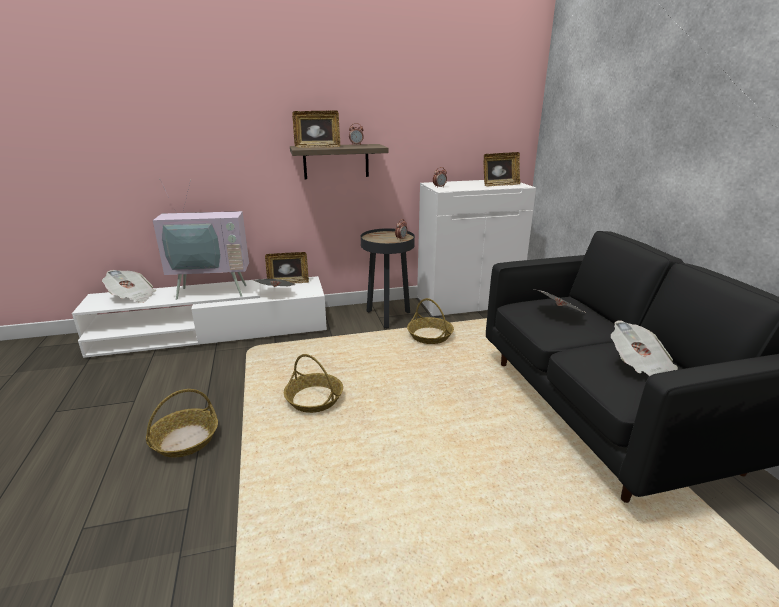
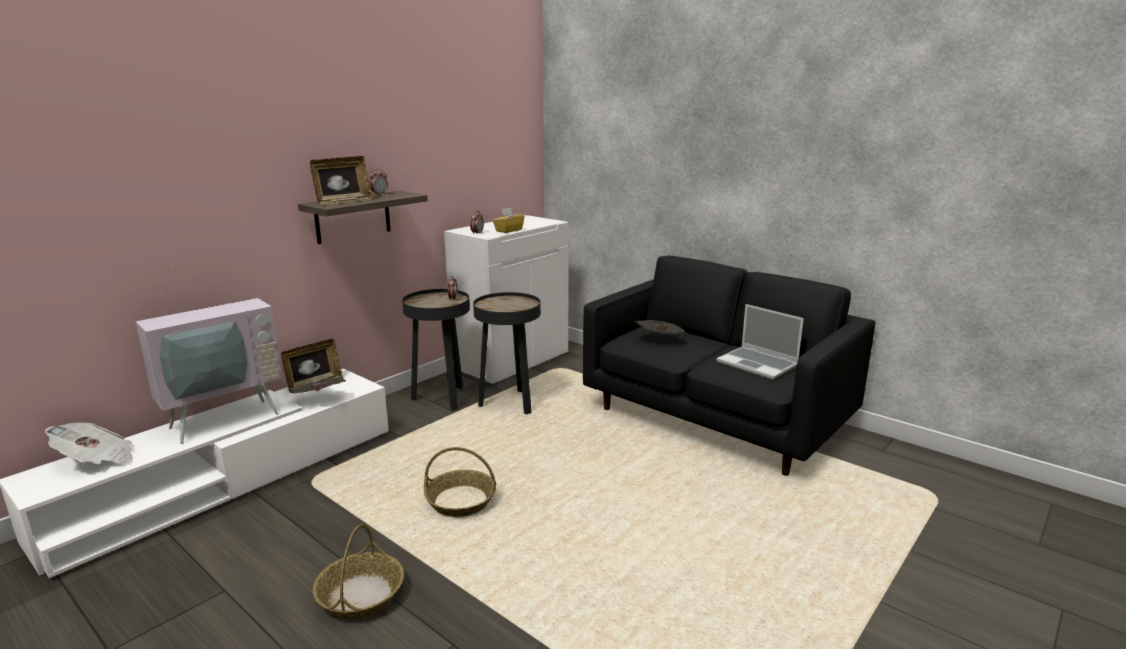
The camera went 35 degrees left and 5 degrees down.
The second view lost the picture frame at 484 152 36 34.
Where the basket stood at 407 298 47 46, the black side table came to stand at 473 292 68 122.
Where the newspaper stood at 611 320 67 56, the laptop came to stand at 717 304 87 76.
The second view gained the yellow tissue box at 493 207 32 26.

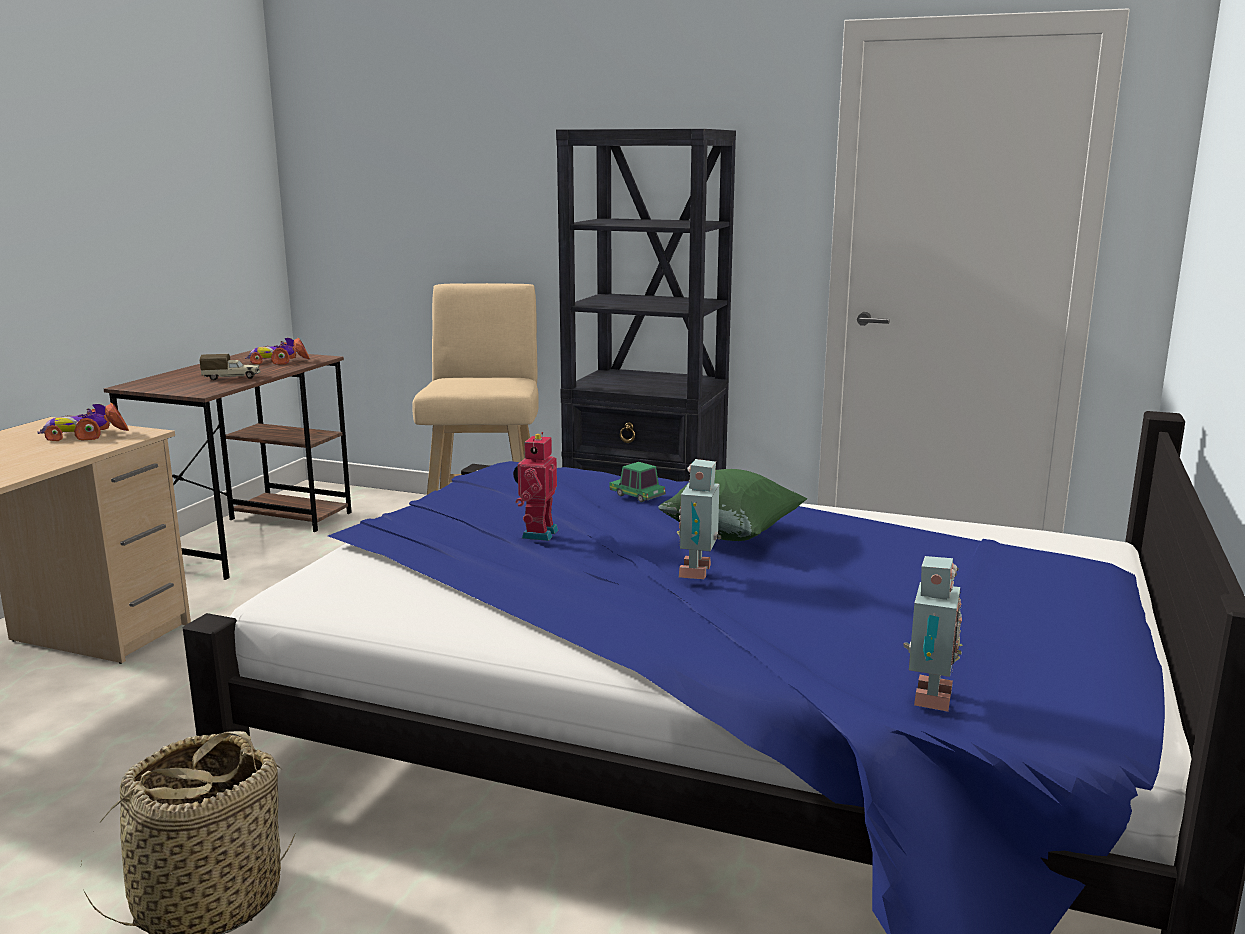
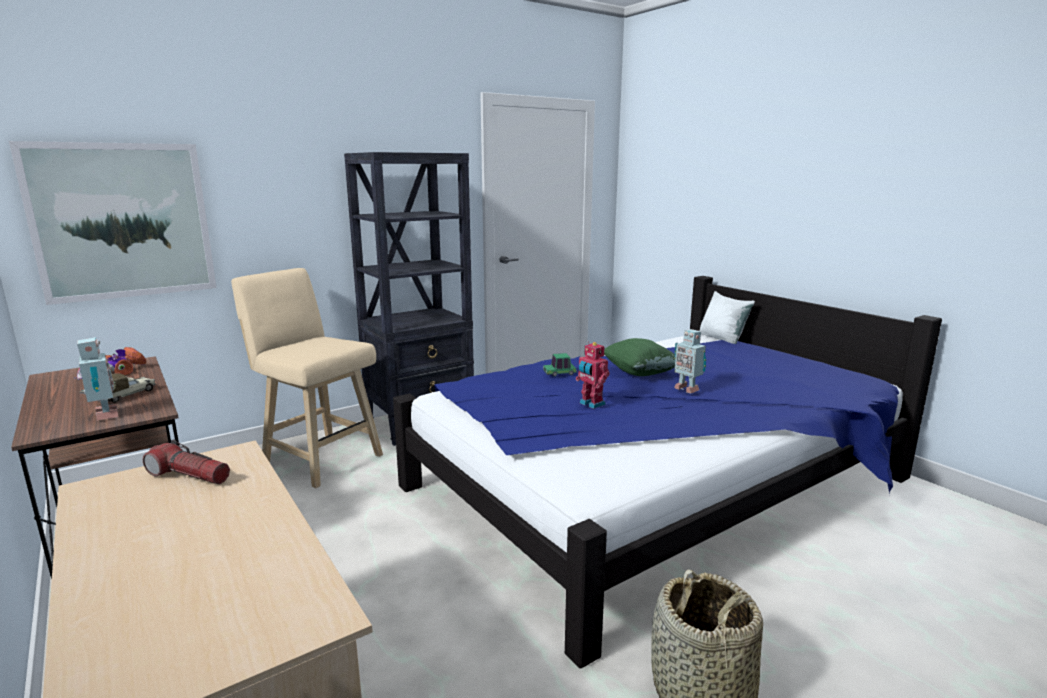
The camera went 55 degrees left and 0 degrees up.
Where the toy car stood at 37 403 92 38, the flashlight came to stand at 143 440 87 44.
The toy robot ended up elsewhere, having gone from 903 556 59 156 to 77 337 41 84.
The second view gained the picture at 9 141 208 164.
The second view gained the white pillow at 700 291 55 53.

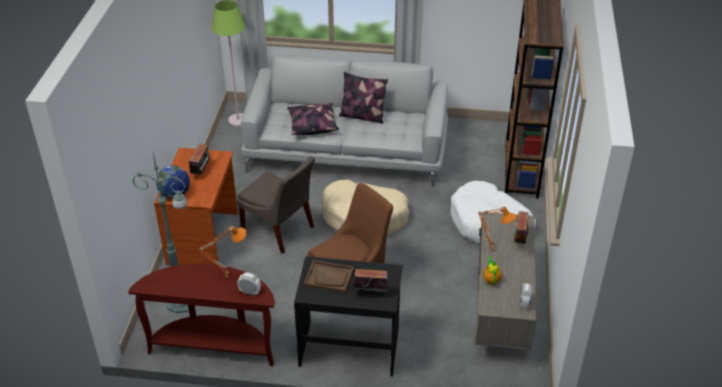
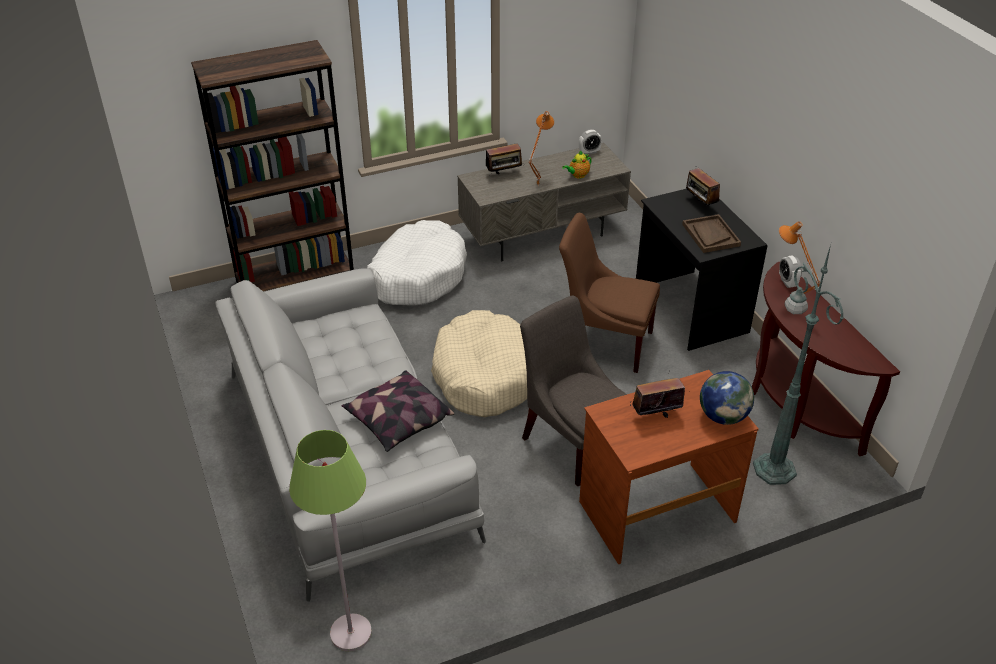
The camera went 120 degrees left and 0 degrees up.
The second view lost the pillow at 339 72 49 52.
The grey chair at 237 156 78 98 ended up facing another way, 45 degrees counterclockwise from before.

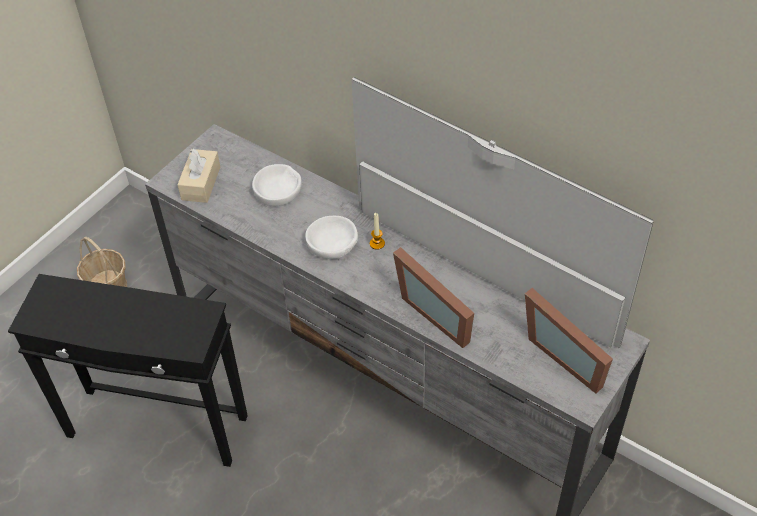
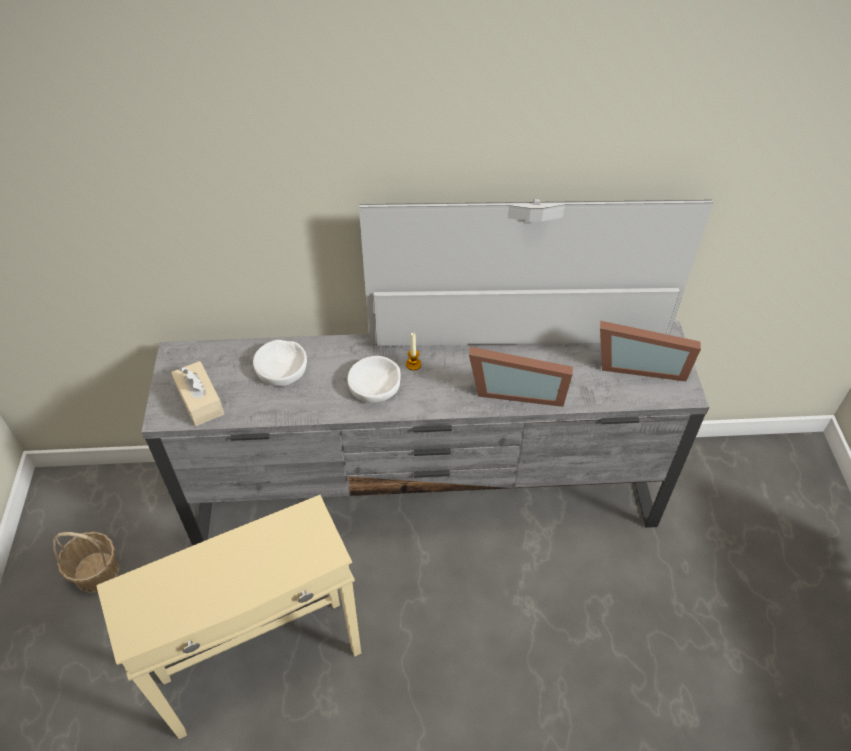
The camera went 40 degrees left and 0 degrees up.
What was the black side table at 8 274 240 193 turned into the beige side table at 96 495 265 244.

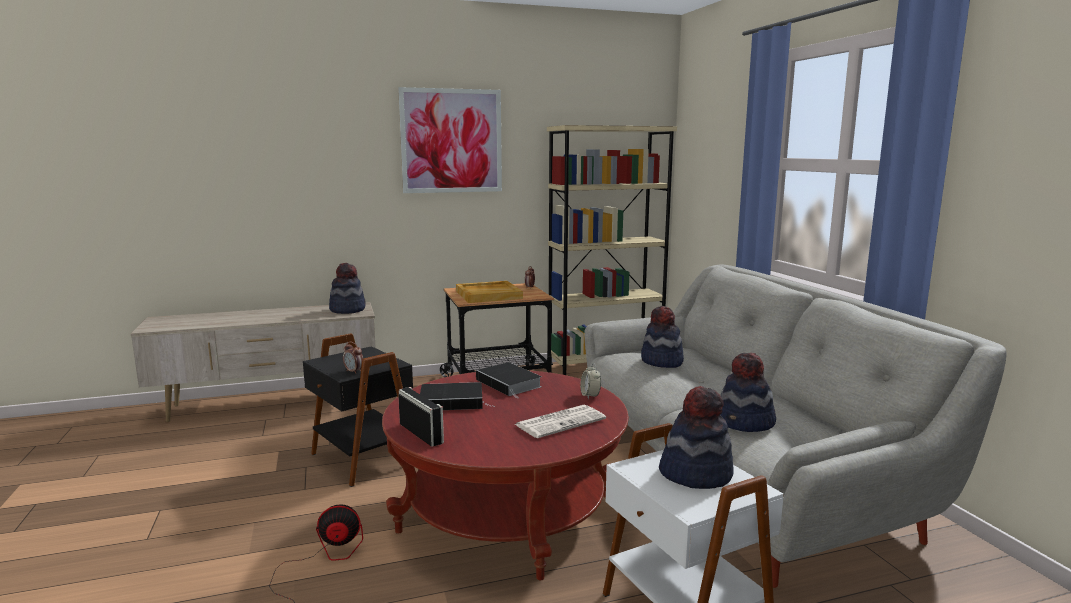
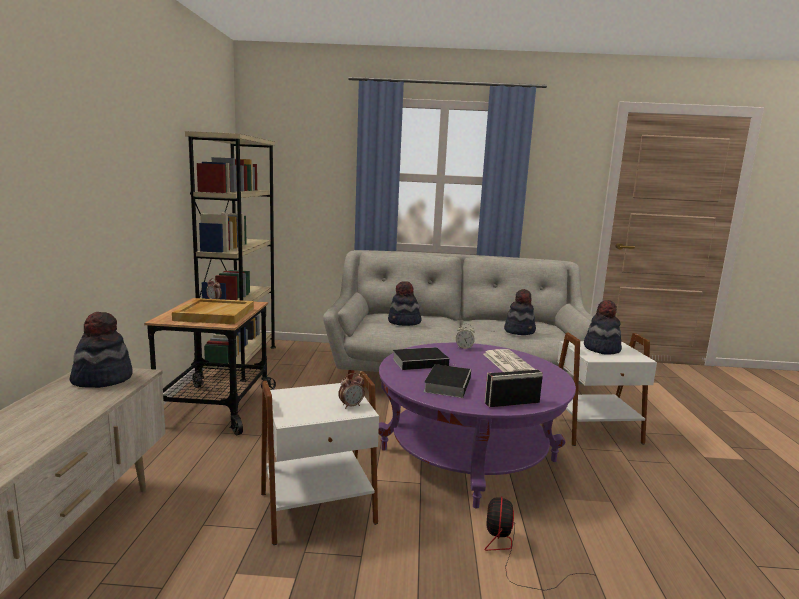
The camera went 70 degrees left and 0 degrees up.
The second view lost the picture at 398 87 104 106.
What was the black side table at 303 333 110 154 turned into the white side table at 261 372 118 173.
What was the red coffee table at 382 370 247 210 turned into the purple coffee table at 378 343 198 166.

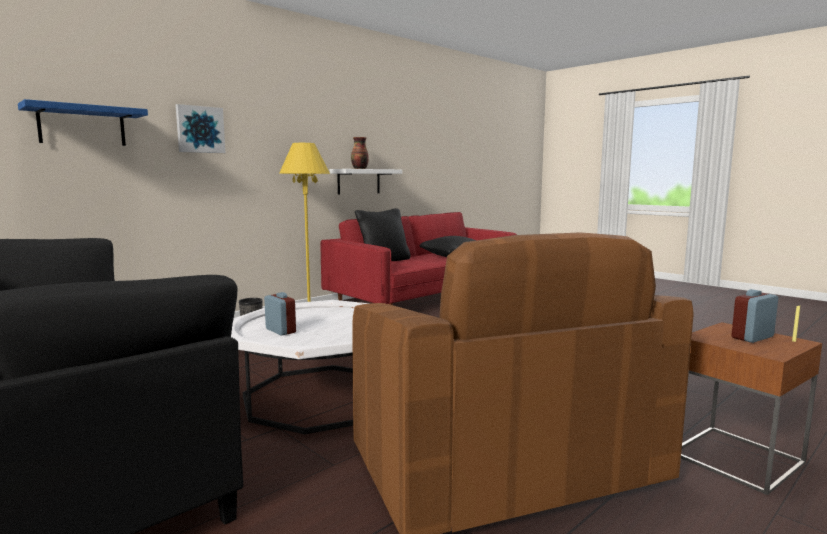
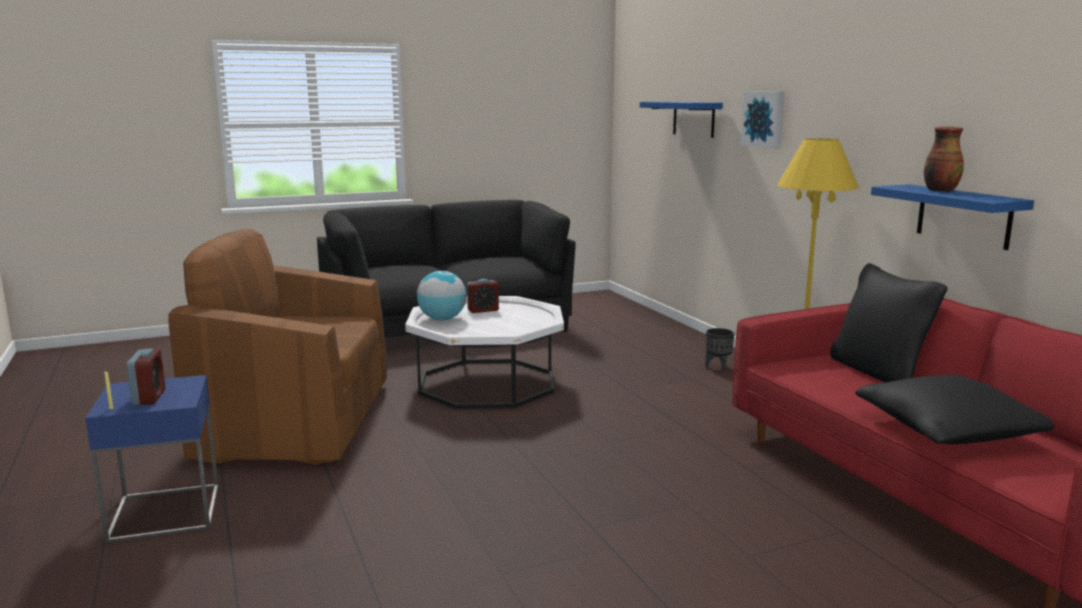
The camera went 110 degrees right and 5 degrees up.
What was the white shelf at 330 169 72 26 turned into the blue shelf at 871 184 163 66.
What was the brown side table at 681 322 141 173 turned into the blue side table at 85 375 133 168.
The second view gained the globe at 417 271 50 49.

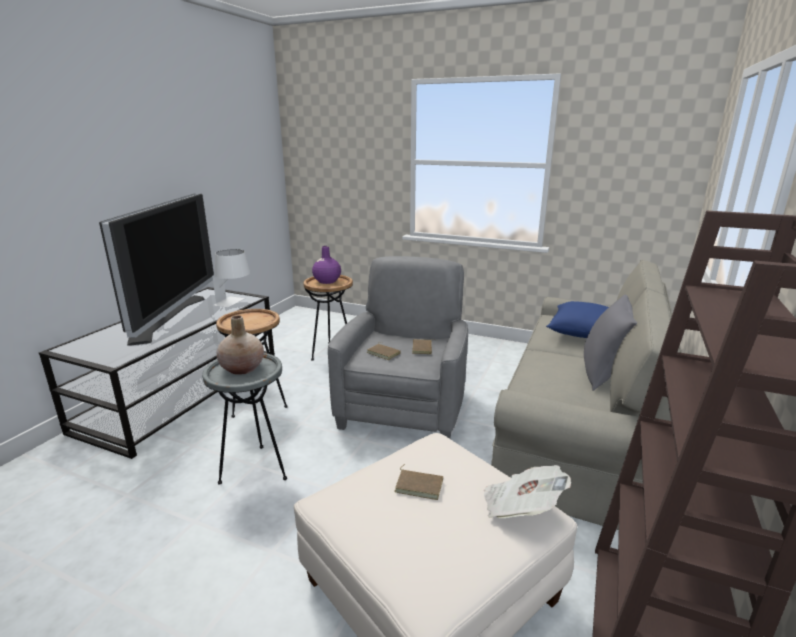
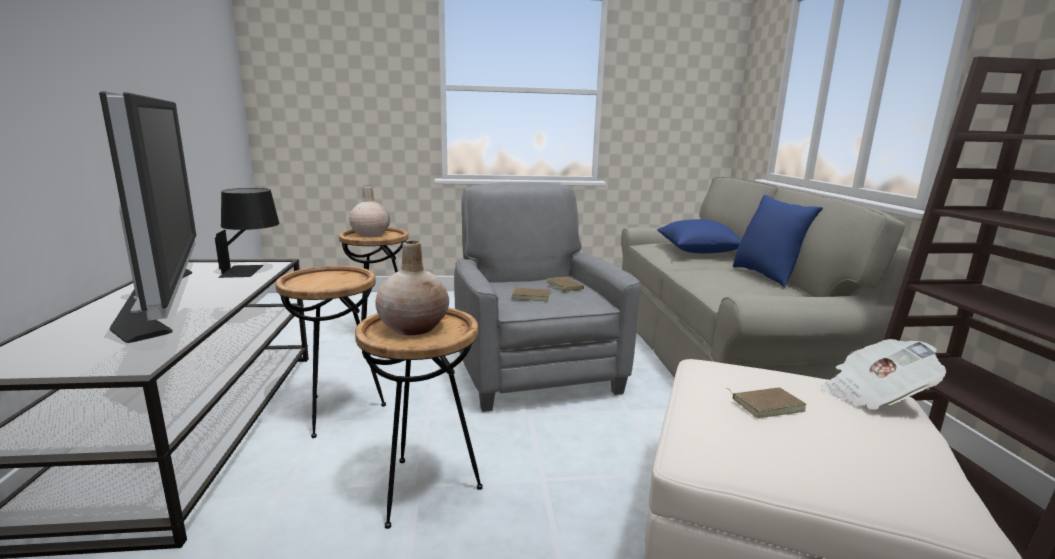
The camera went 30 degrees left and 5 degrees down.
What was the purple vase at 312 246 29 38 turned into the beige vase at 349 185 41 52.
What was the white table lamp at 212 249 38 59 turned into the black table lamp at 215 188 64 90.
What was the grey pillow at 584 295 53 96 turned into the blue pillow at 733 195 90 93.
What was the grey side table at 202 353 85 132 turned into the brown side table at 355 308 128 221.

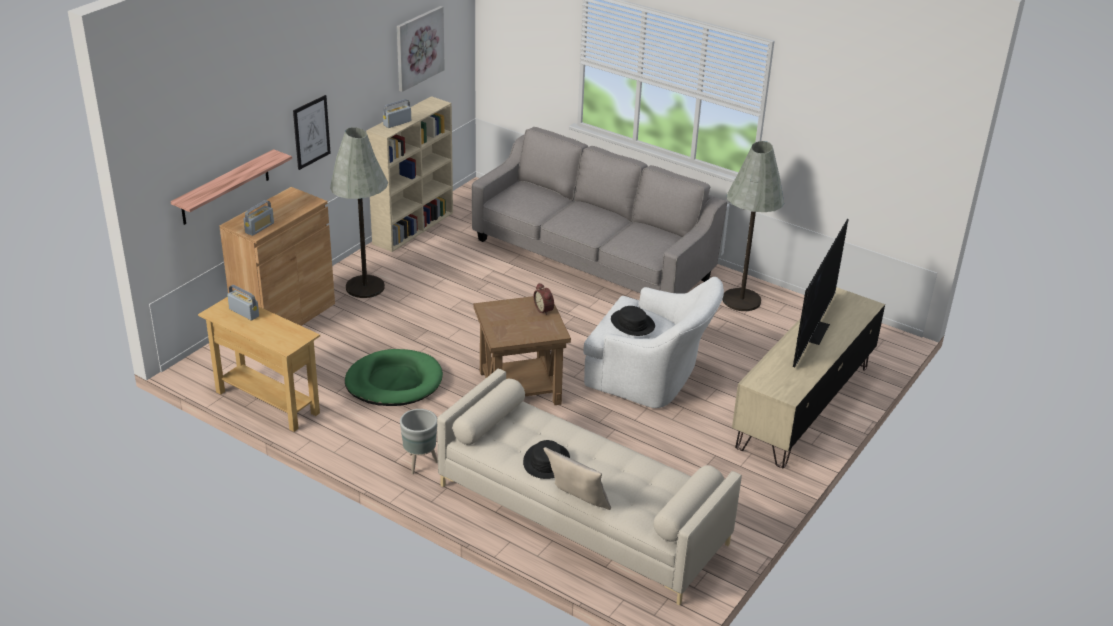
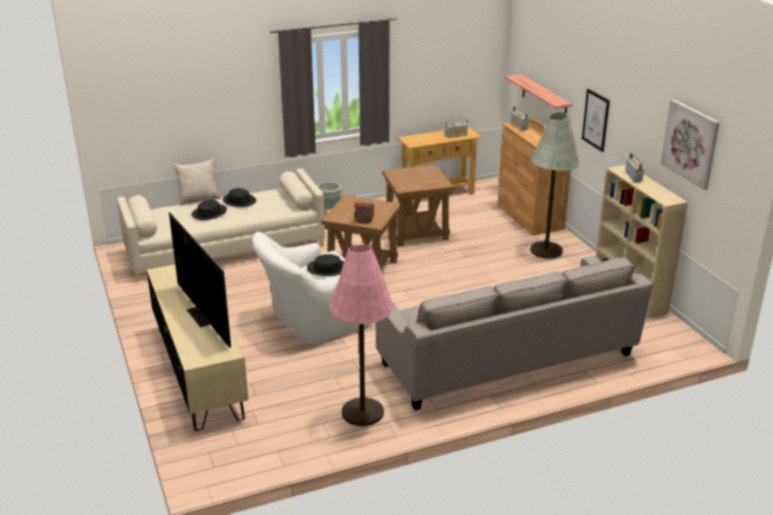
The camera went 125 degrees right and 5 degrees down.
What was the grey floor lamp at 723 141 61 170 turned into the pink floor lamp at 329 245 64 181.
Where the green dog bed stood at 345 349 98 57, the brown side table came to stand at 382 164 73 82.
The second view gained the black hat at 191 200 36 20.

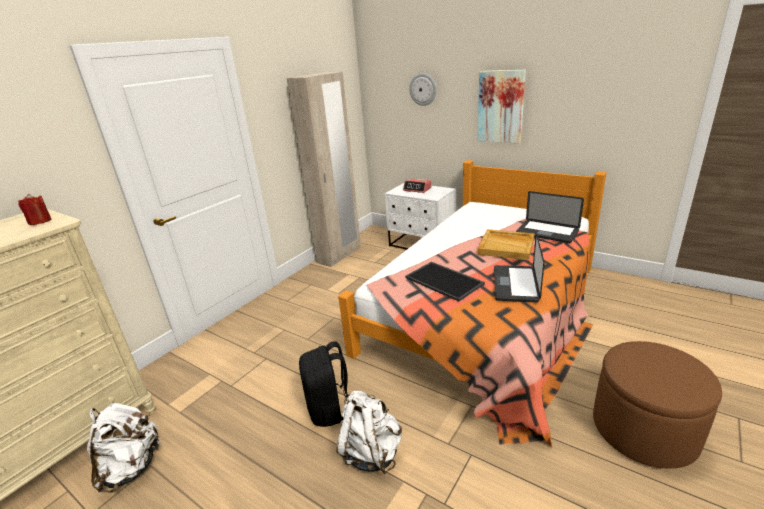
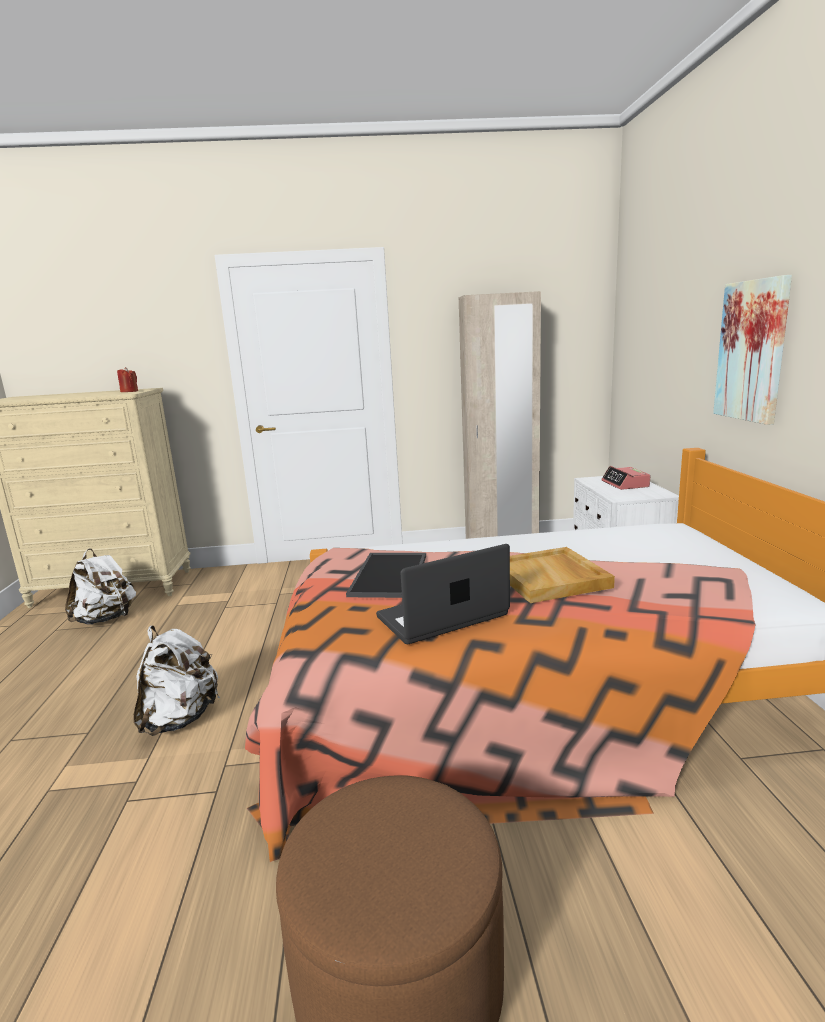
The camera went 50 degrees right and 10 degrees down.
The second view lost the wall clock at 409 73 28 33.
The second view lost the laptop at 516 191 68 52.
The second view lost the black backpack at 299 341 52 86.

